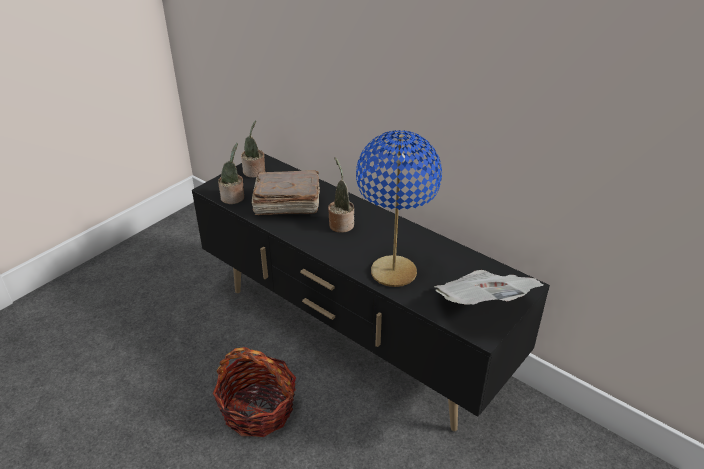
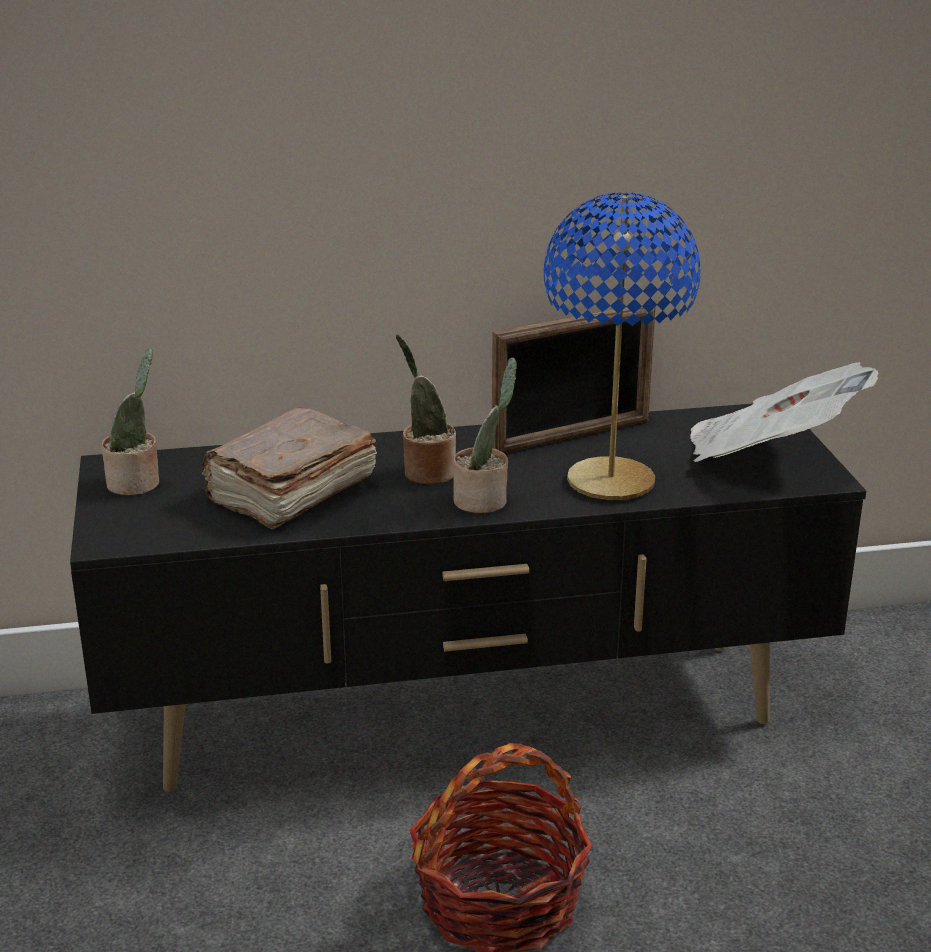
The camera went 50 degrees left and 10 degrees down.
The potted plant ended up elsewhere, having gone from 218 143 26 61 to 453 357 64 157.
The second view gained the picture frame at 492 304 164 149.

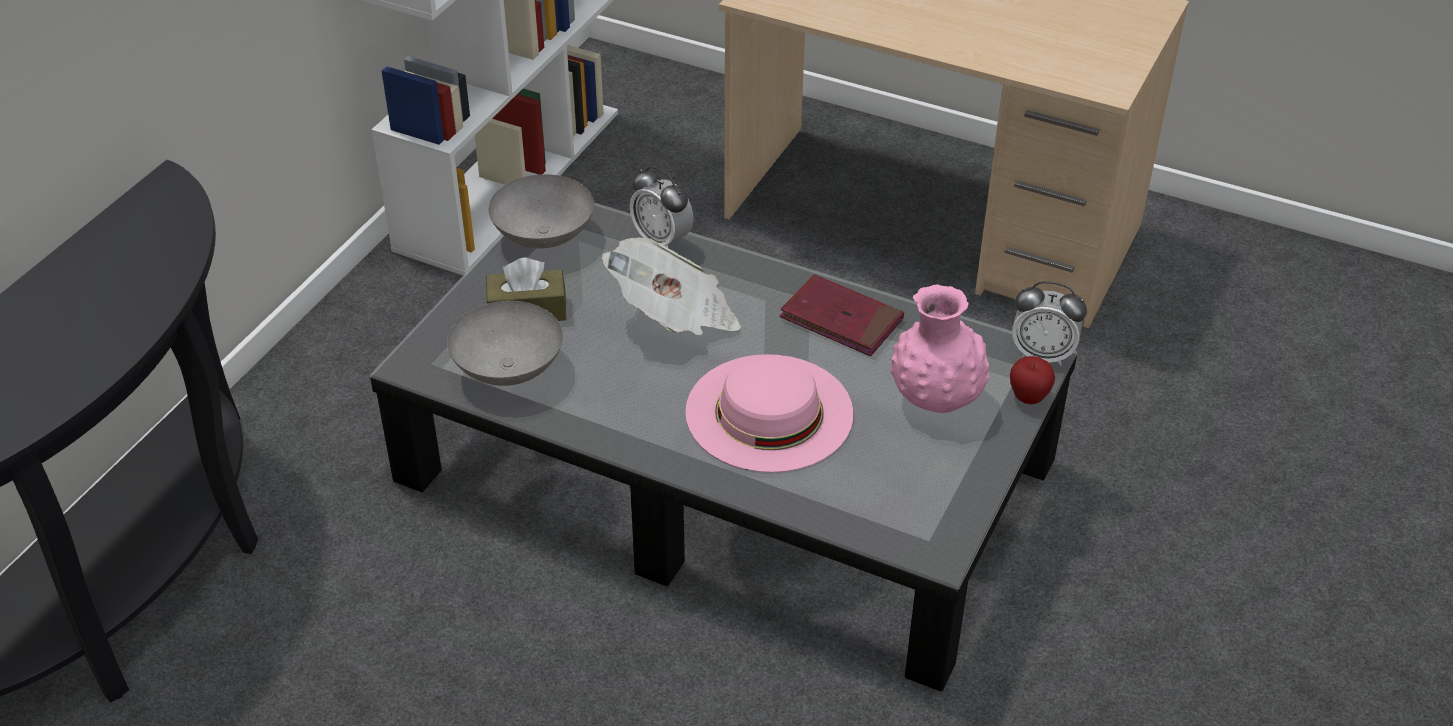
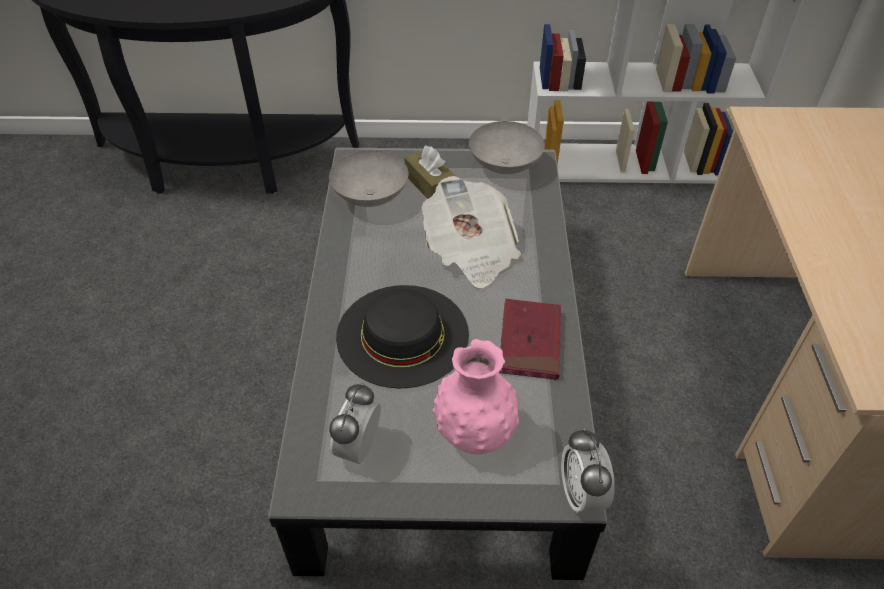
The camera went 65 degrees right and 5 degrees up.
The alarm clock ended up elsewhere, having gone from 630 166 64 82 to 329 383 52 81.
What was the pink hat at 685 354 168 119 turned into the black hat at 336 285 133 103.
The second view lost the apple at 1010 356 45 48.

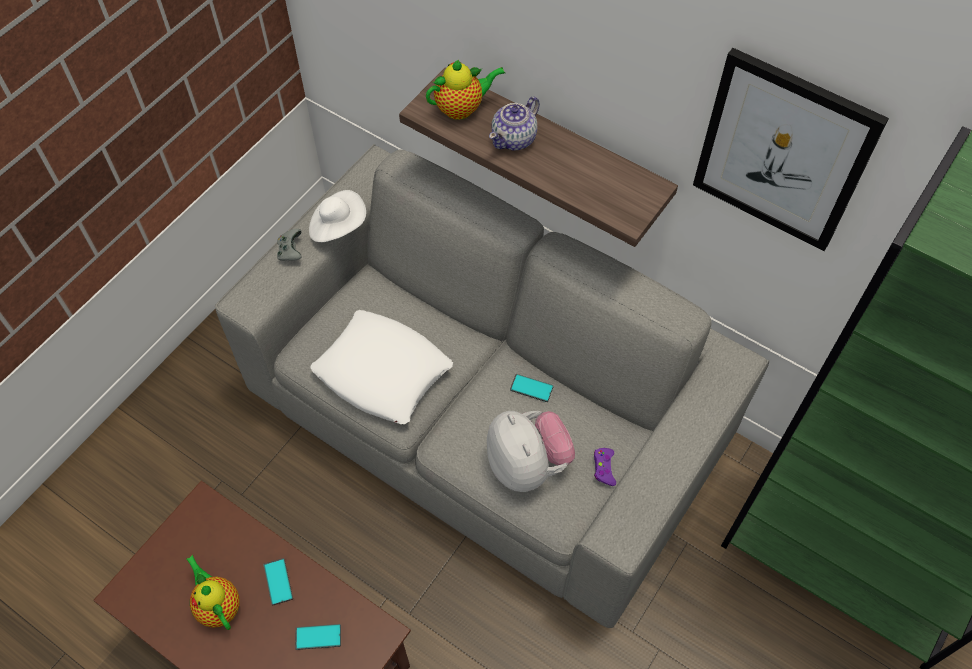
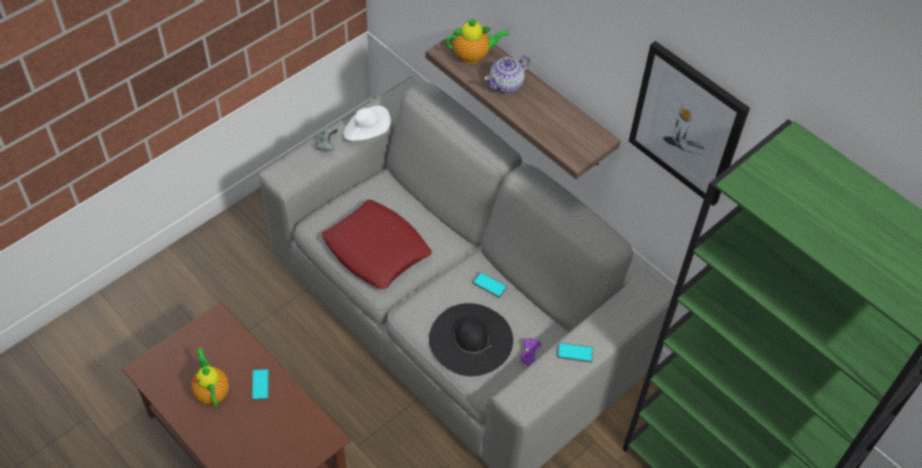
The camera went 10 degrees right and 5 degrees down.
What was the white pillow at 310 310 143 114 turned into the red pillow at 322 200 110 89.
Where the plush toy stood at 487 411 88 81, the black hat came to stand at 429 303 84 73.
The phone ended up elsewhere, having gone from 295 624 46 26 to 557 343 36 19.

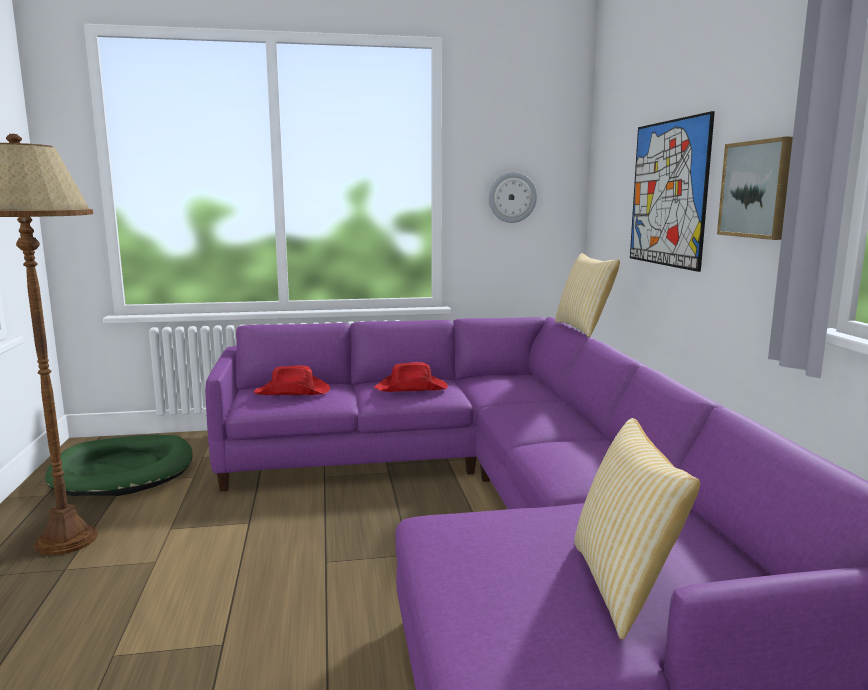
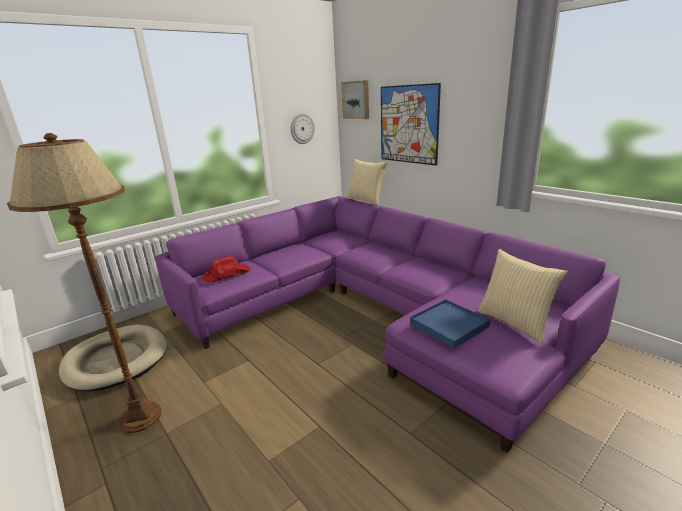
The camera went 30 degrees left and 10 degrees up.
The picture ended up elsewhere, having gone from 717 137 76 103 to 341 80 28 39.
The second view lost the red hat at 374 362 74 30.
What was the green dog bed at 45 435 147 61 turned into the beige dog bed at 59 324 108 67.
The second view gained the blue tray at 410 299 80 50.

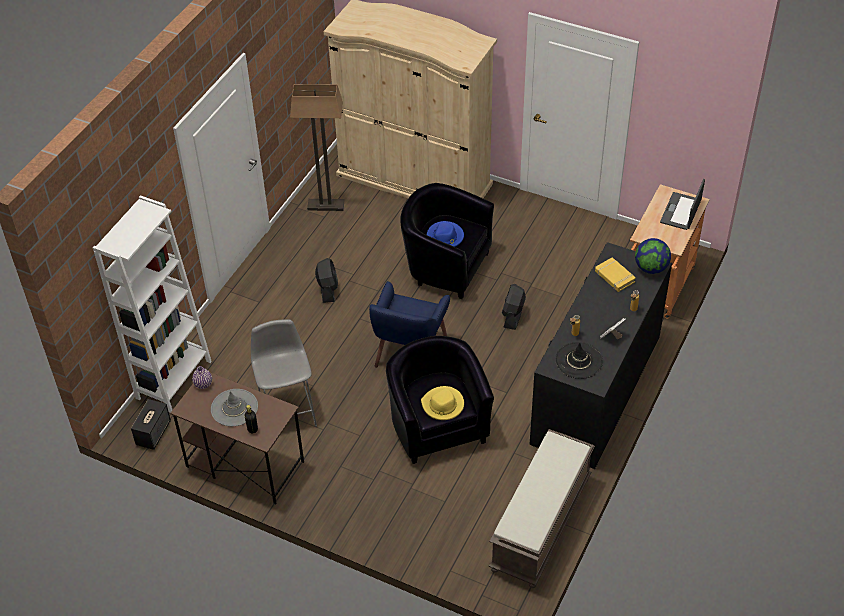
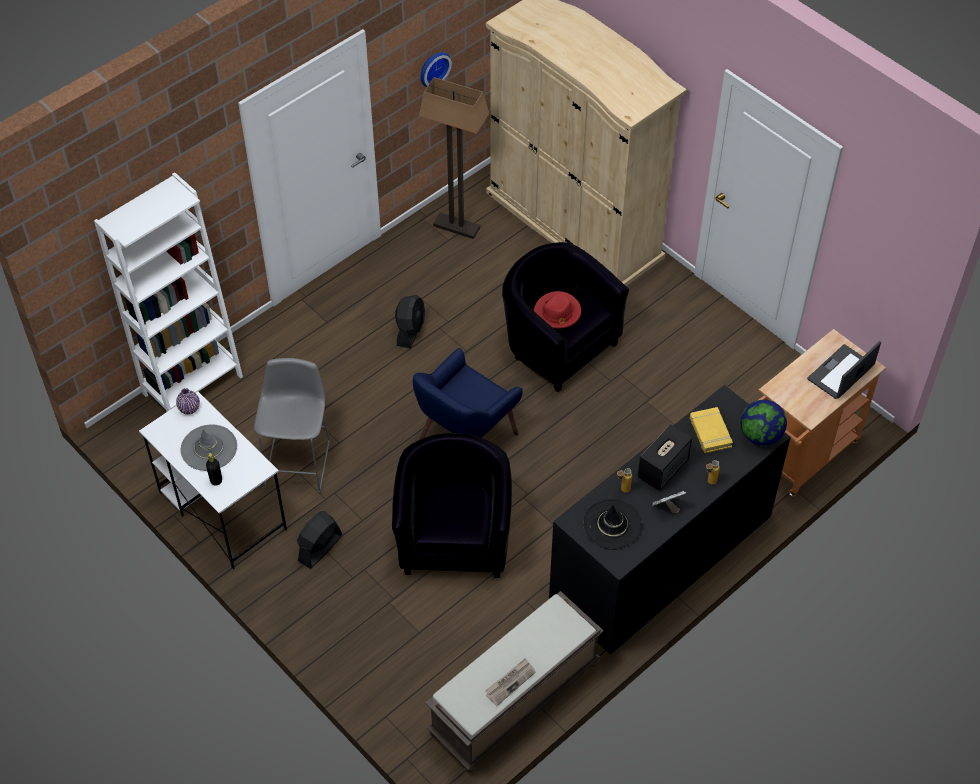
The camera went 20 degrees right and 5 degrees up.
What was the blue hat at 427 221 37 26 turned into the red hat at 533 291 48 38.
The black fan ended up elsewhere, having gone from 502 284 24 46 to 297 511 45 58.
What was the brown desk at 170 372 134 132 turned into the white desk at 139 392 148 178.
The second view lost the yellow hat at 421 386 43 34.
The speaker ended up elsewhere, having gone from 131 399 40 51 to 637 424 55 67.
The second view gained the wall clock at 421 52 31 35.
The second view gained the newspaper at 485 658 51 48.

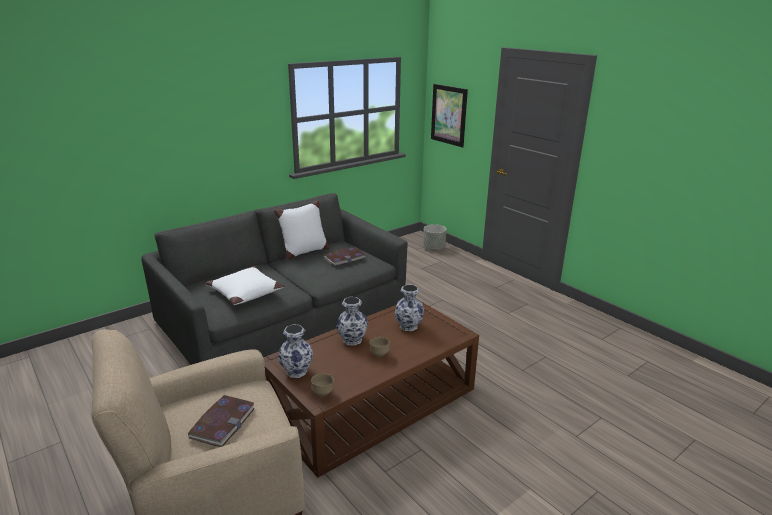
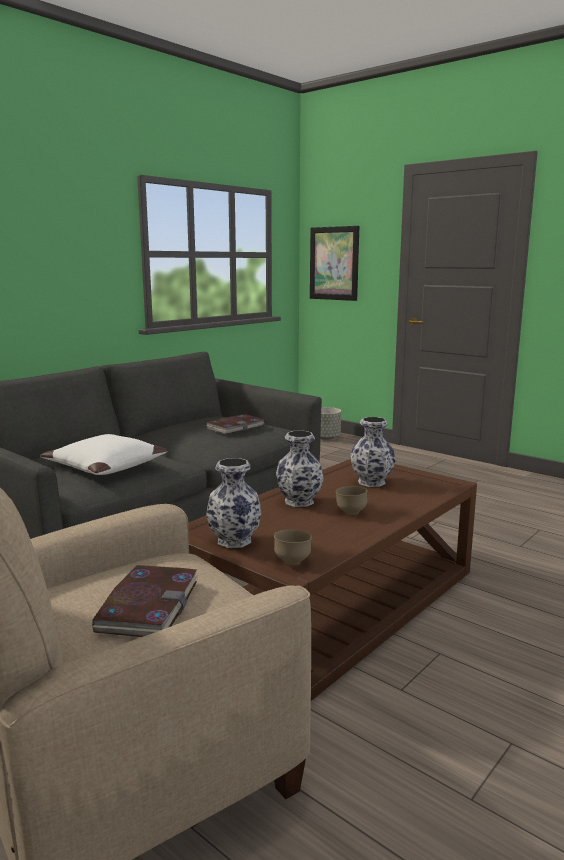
The camera went 10 degrees left and 10 degrees down.
The second view lost the white pillow at 274 200 55 59.

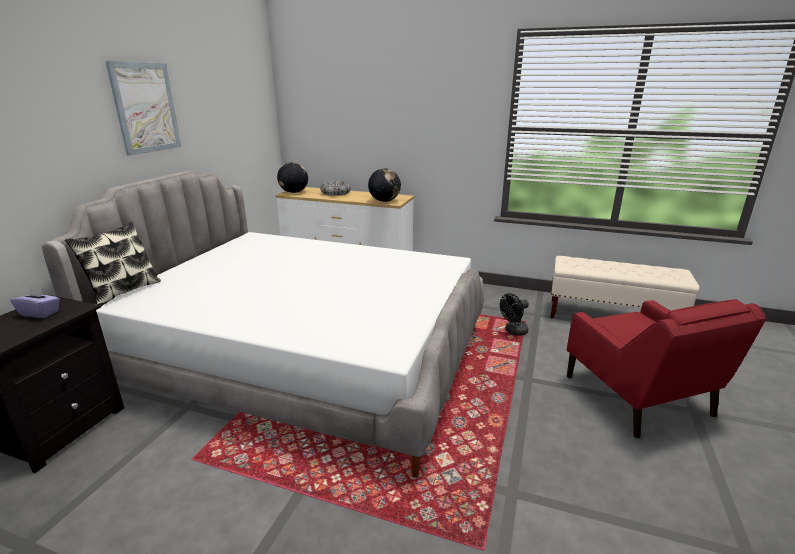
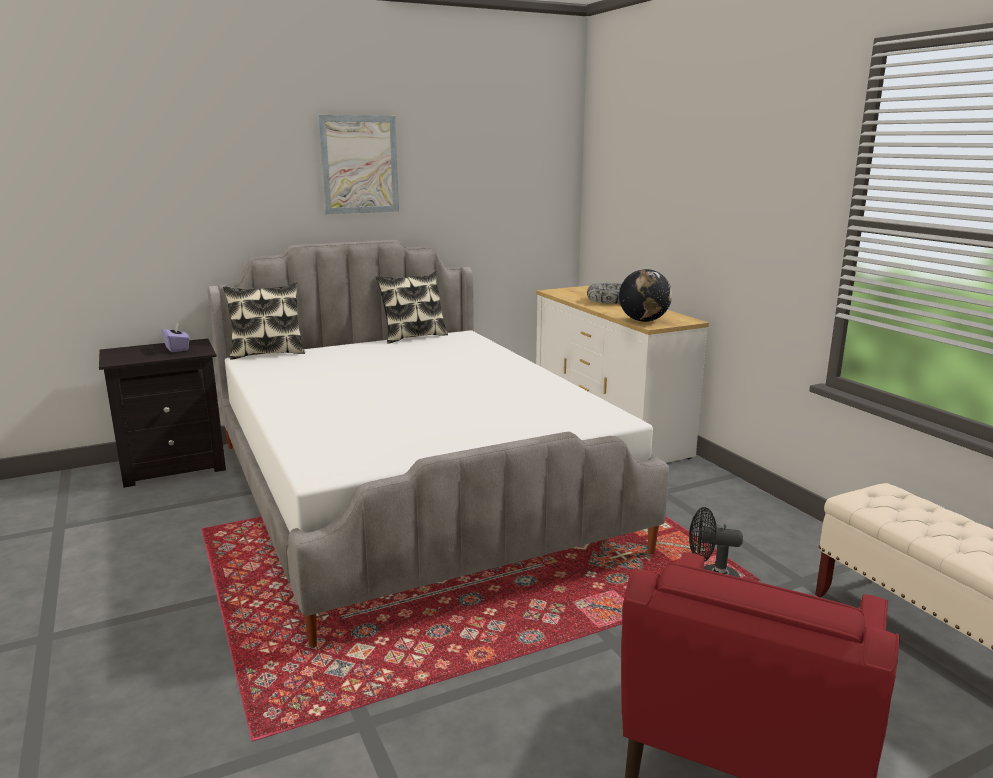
The camera went 45 degrees right and 5 degrees down.
The second view lost the globe at 277 162 31 31.
The second view gained the pillow at 376 270 72 74.

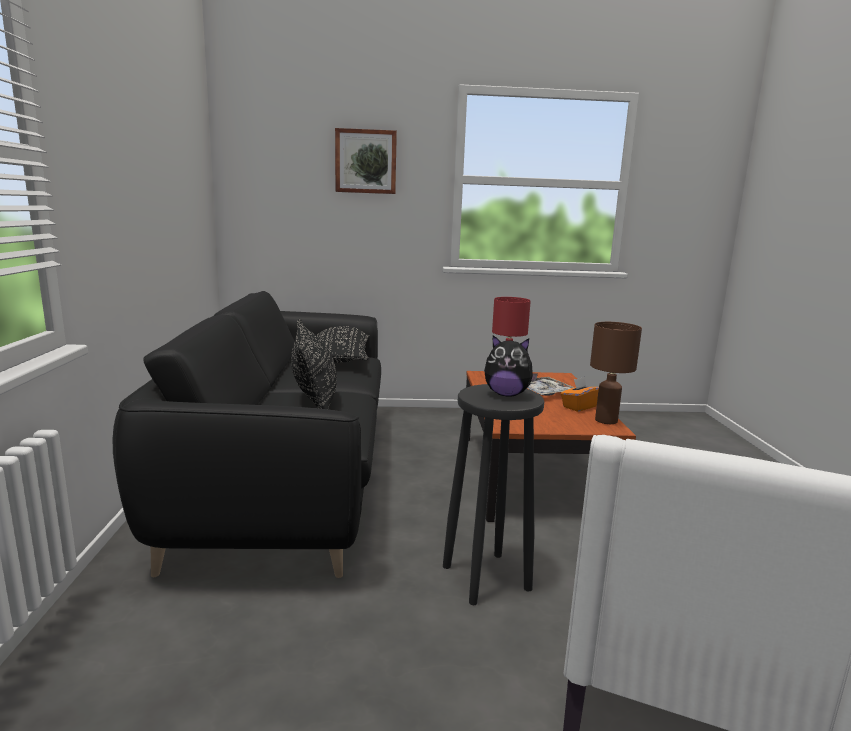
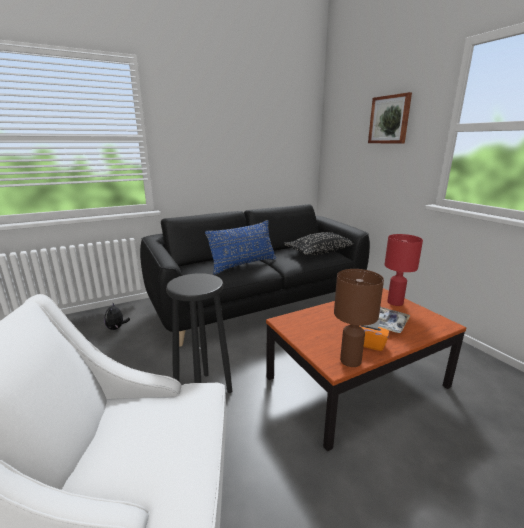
The camera went 65 degrees right and 5 degrees up.
What was the black pillow at 291 319 46 90 turned into the blue pillow at 205 220 71 55.
The plush toy ended up elsewhere, having gone from 484 335 54 62 to 104 303 26 27.

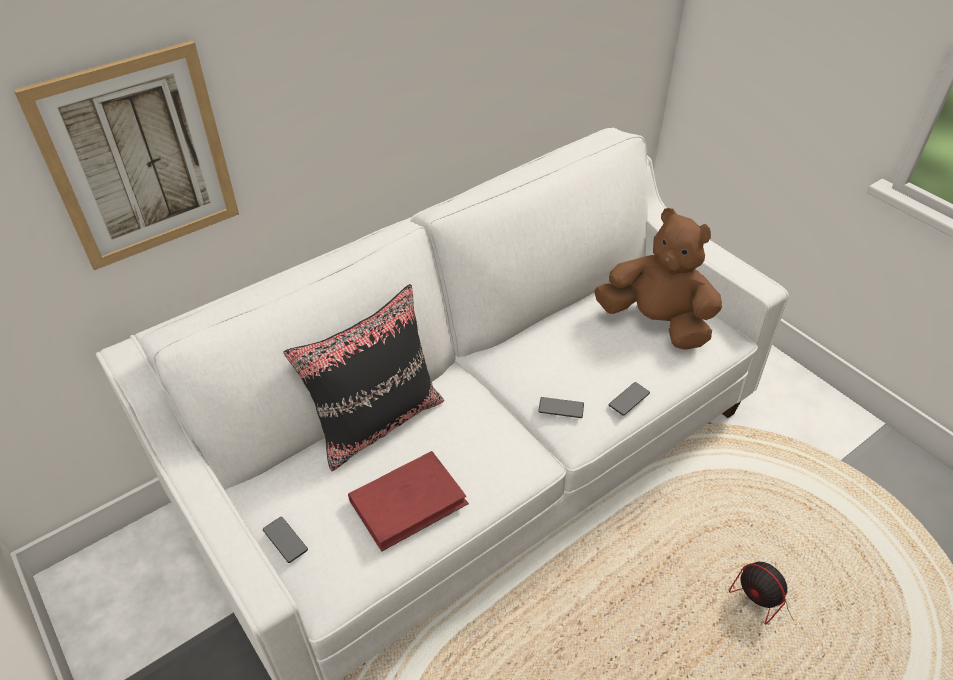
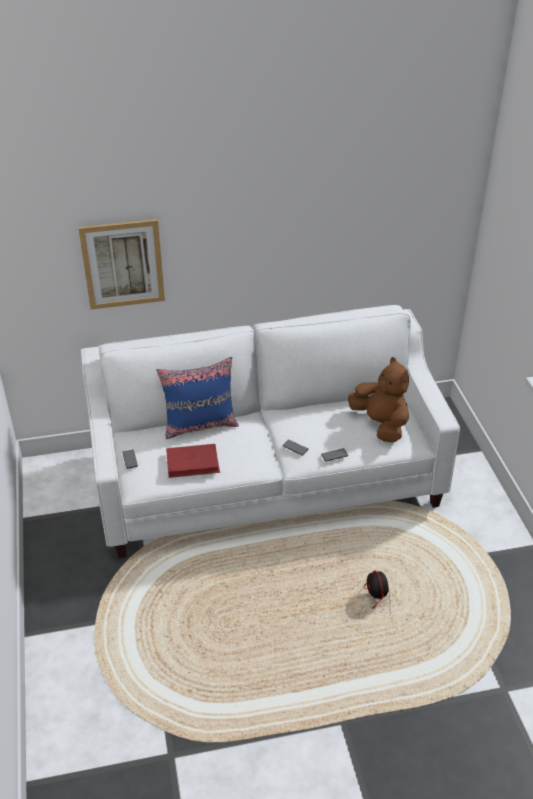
The camera went 25 degrees right and 5 degrees down.
What was the black pillow at 283 284 161 188 turned into the blue pillow at 156 357 83 82.

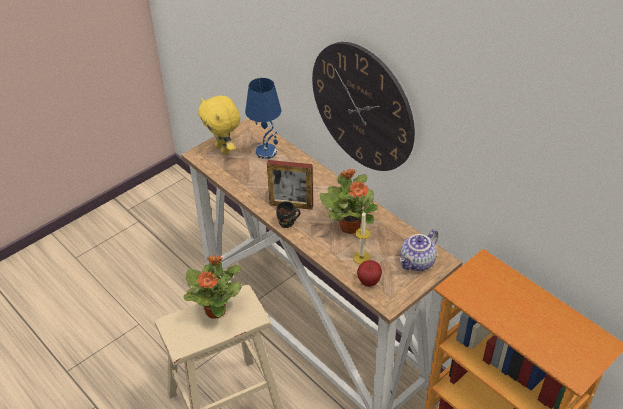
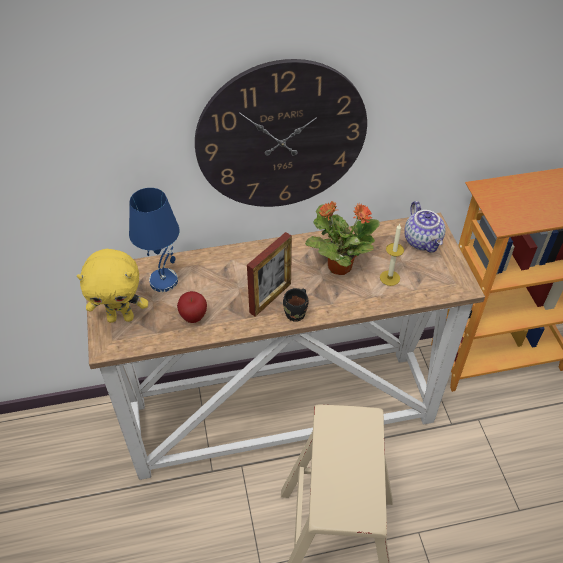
The camera went 60 degrees left and 5 degrees up.
The second view lost the potted plant at 184 255 58 64.
The apple ended up elsewhere, having gone from 357 260 25 27 to 177 291 30 32.

